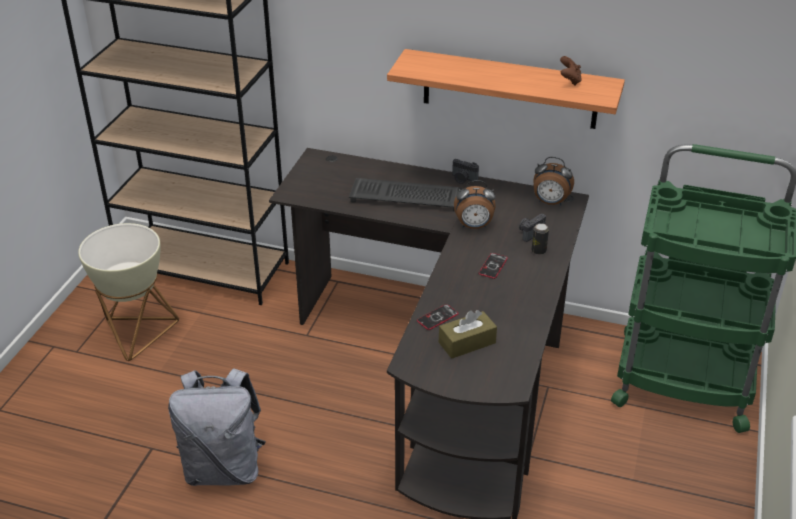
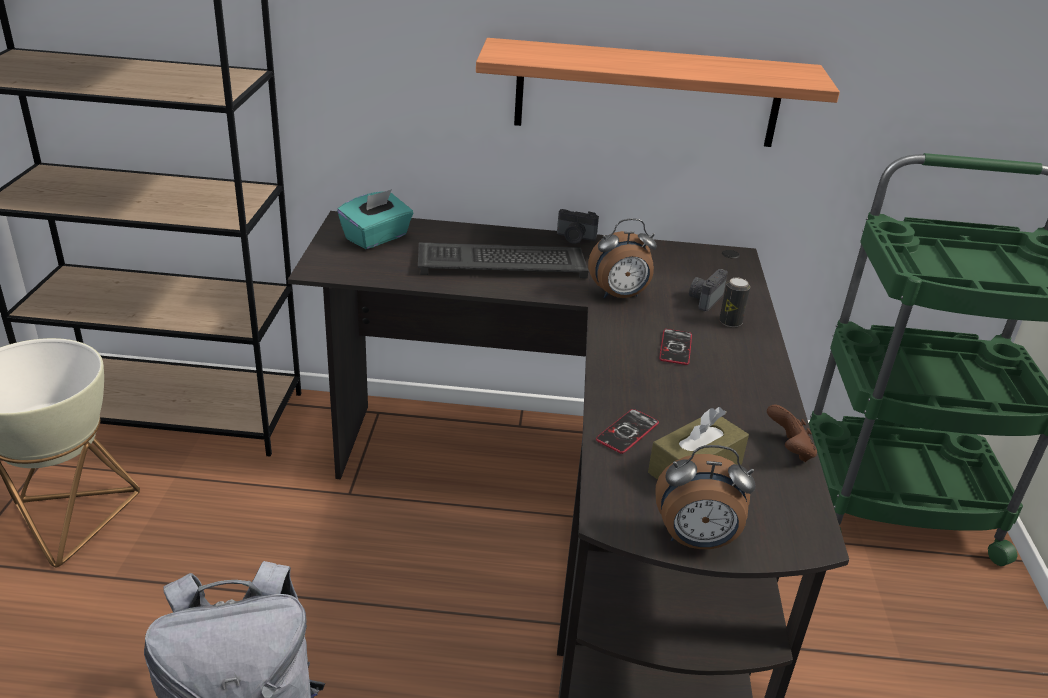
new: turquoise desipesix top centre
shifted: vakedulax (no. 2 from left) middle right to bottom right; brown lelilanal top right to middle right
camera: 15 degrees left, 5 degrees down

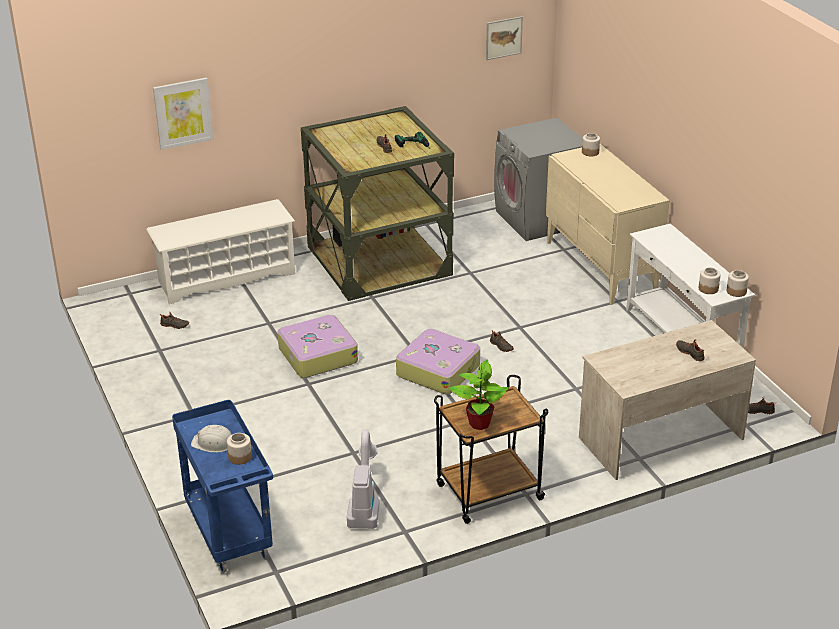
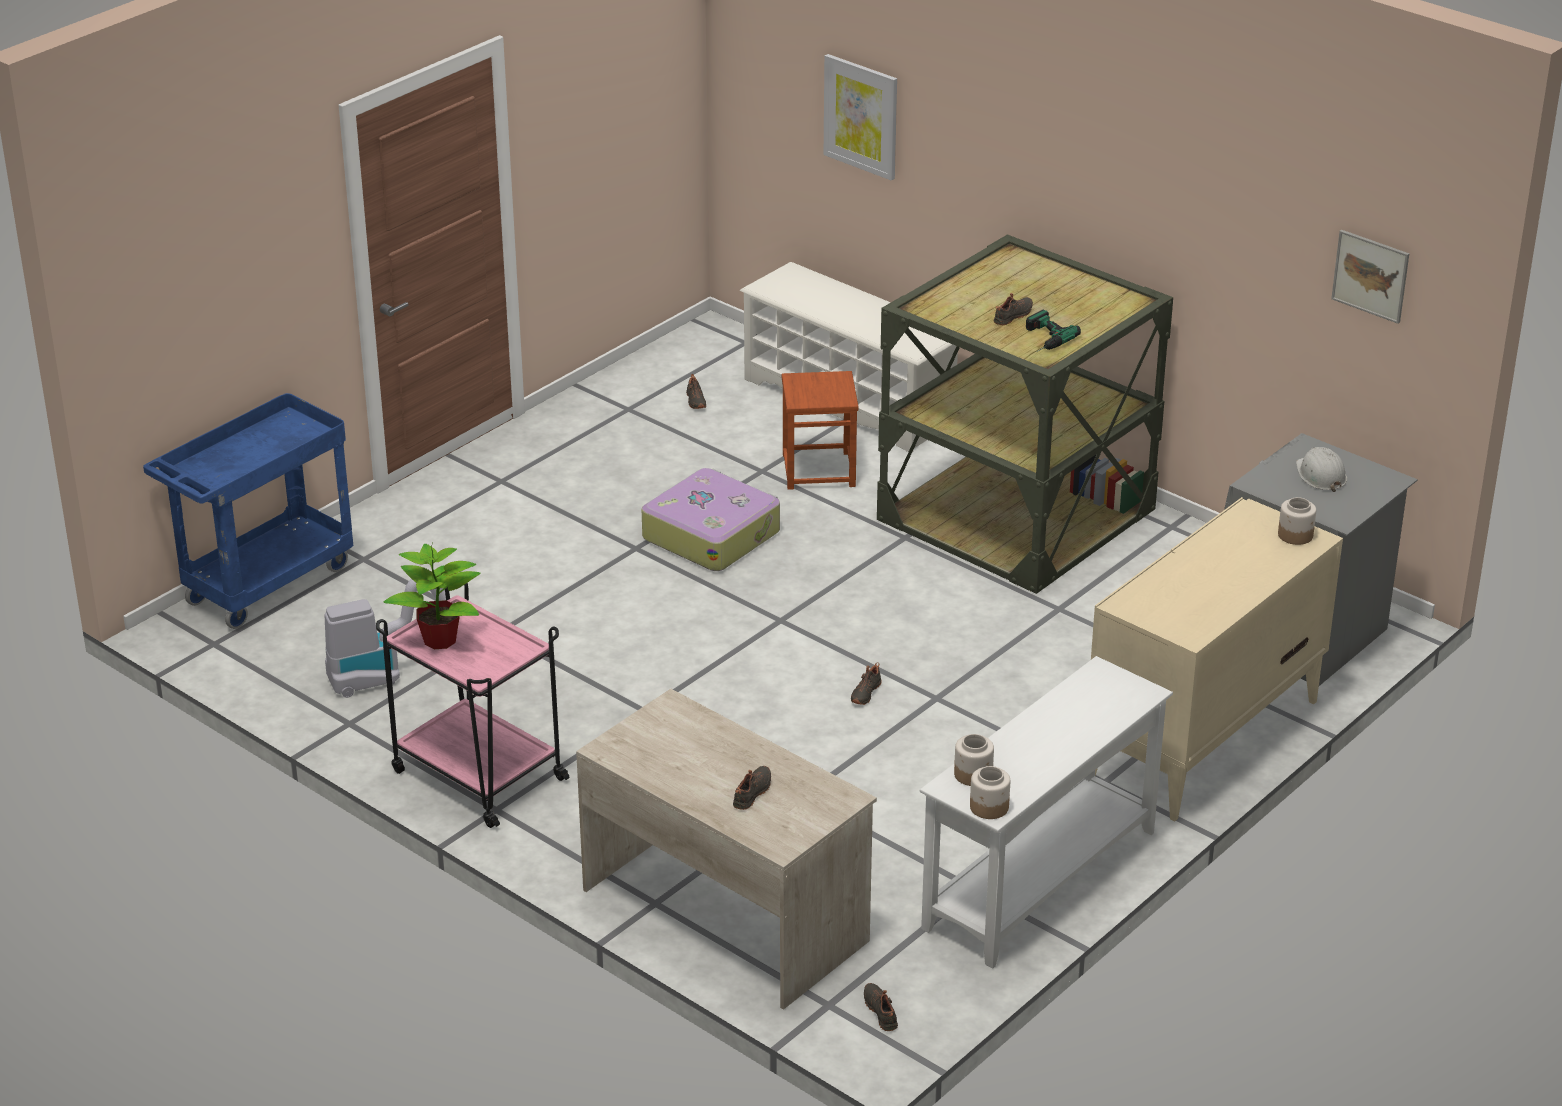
gone: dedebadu (no. 1 from left) bottom left; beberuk (no. 2 from left) centre
new: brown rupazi centre
shifted: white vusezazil bottom left to middle right
repainted: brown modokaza bottom centre to pink modokaza middle left
camera: 65 degrees right, 0 degrees up

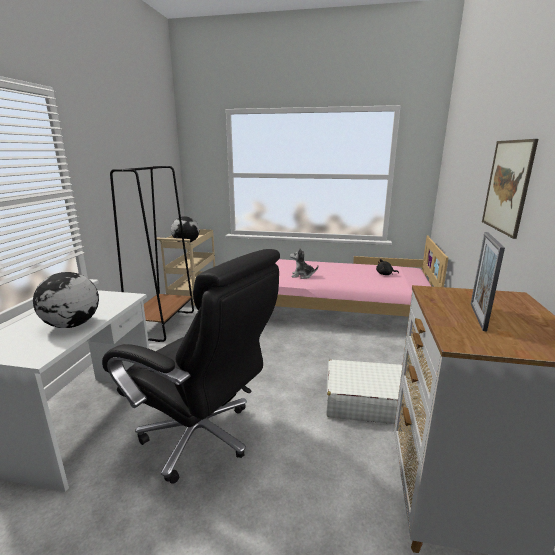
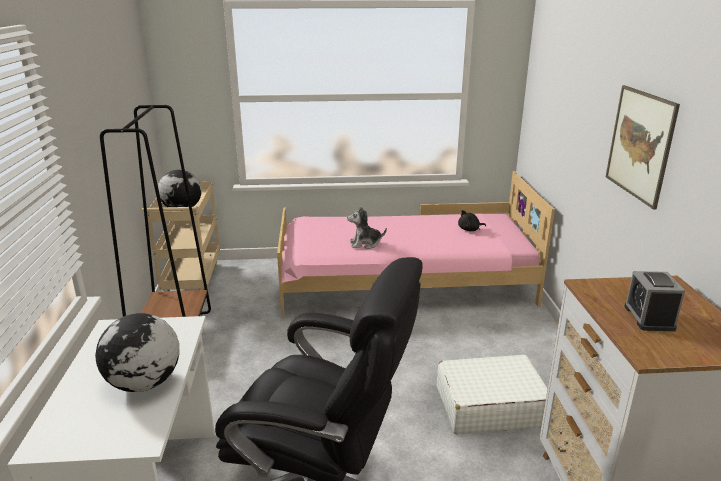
swapped: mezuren middle right to vakedulax middle right
camera: 15 degrees left, 5 degrees up

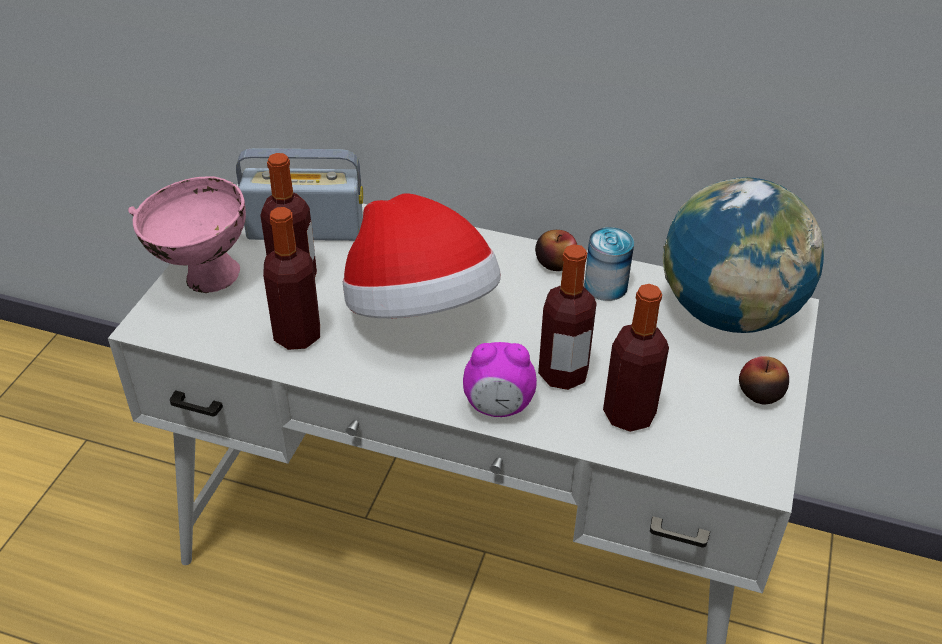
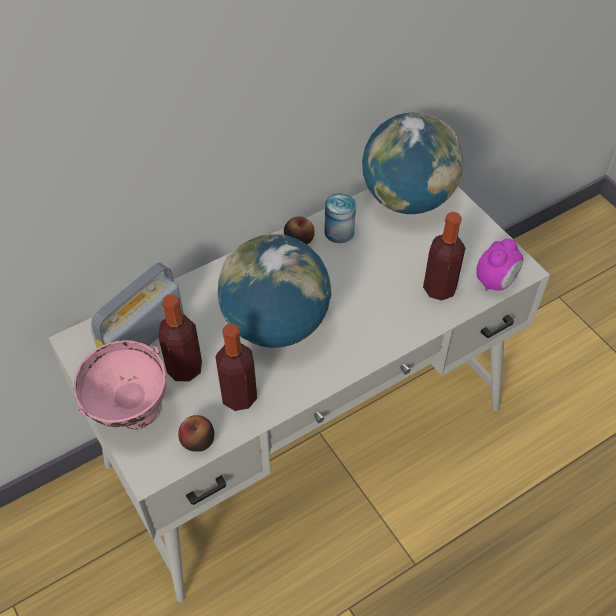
gone: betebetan (no. 3 from left) centre
shifted: vakedulax centre to middle right; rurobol (no. 2 from left in the first image) middle right to rurobol (no. 1 from left) bottom left
swapped: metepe centre to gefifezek (no. 1 from left) centre
camera: 50 degrees left, 10 degrees up

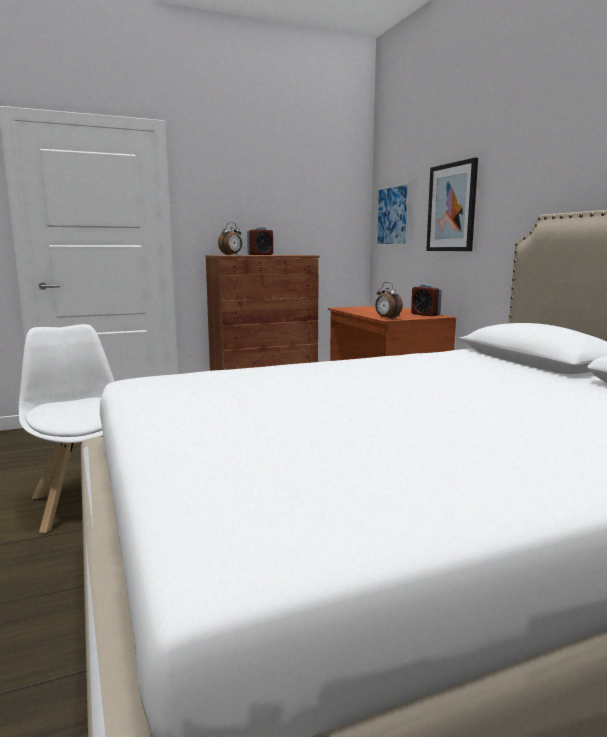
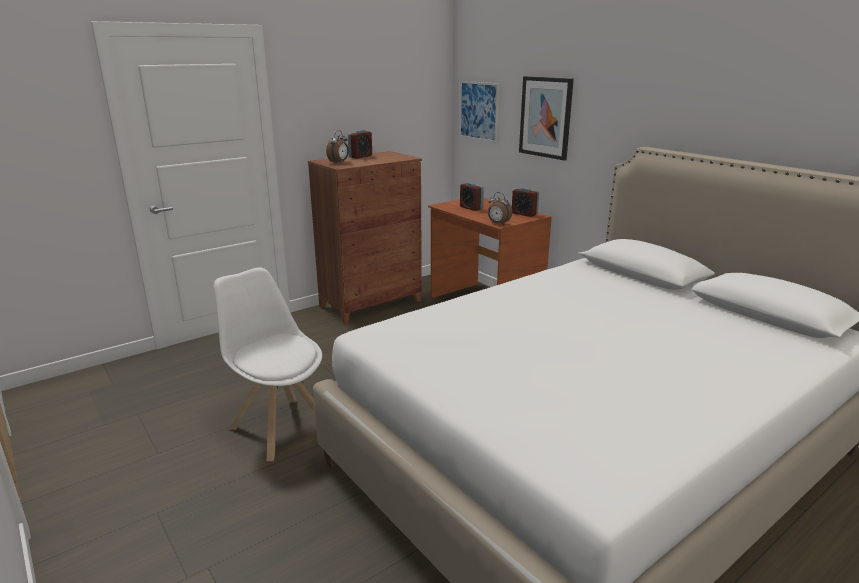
new: vakedulax (no. 3 from left) centre
camera: 15 degrees left, 10 degrees up

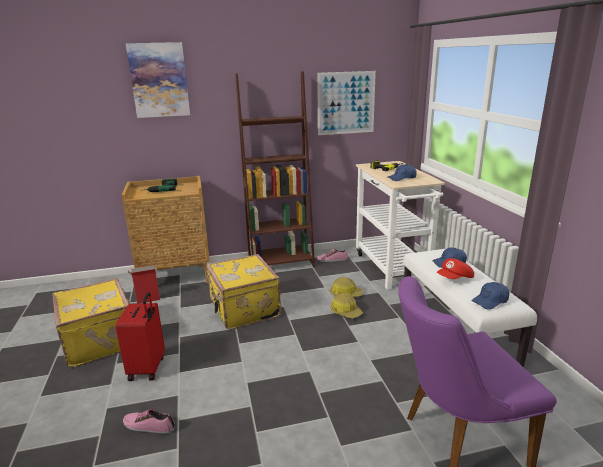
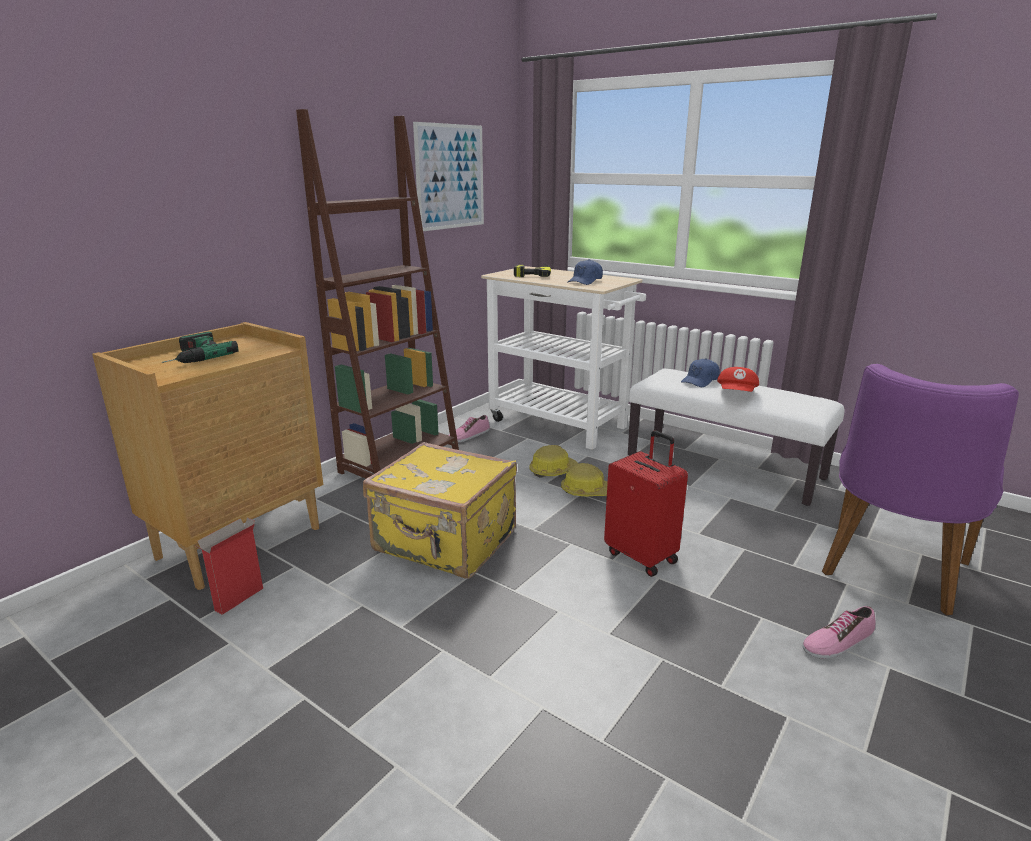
gone: yellow beberuk (no. 1 from left) bottom left; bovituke (no. 1 from left) top left; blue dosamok (no. 3 from left) middle right
shifted: red beberuk bottom left to centre; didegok (no. 1 from left in the first image) bottom left to didegok (no. 2 from left) bottom right
camera: 40 degrees left, 0 degrees up

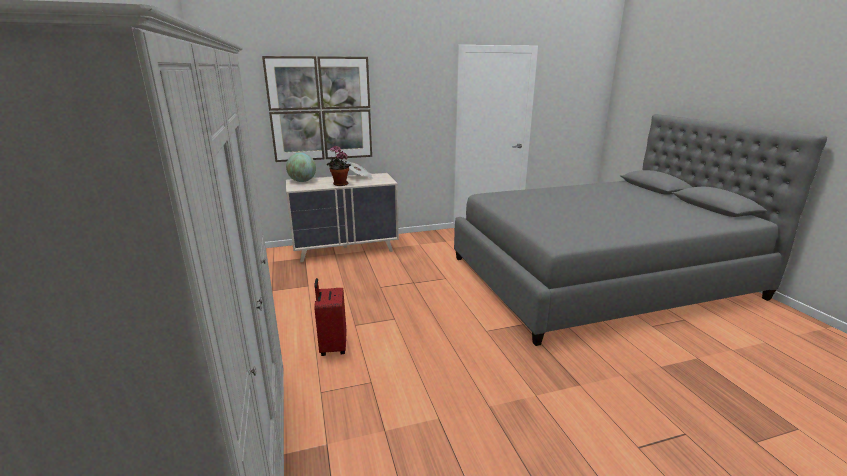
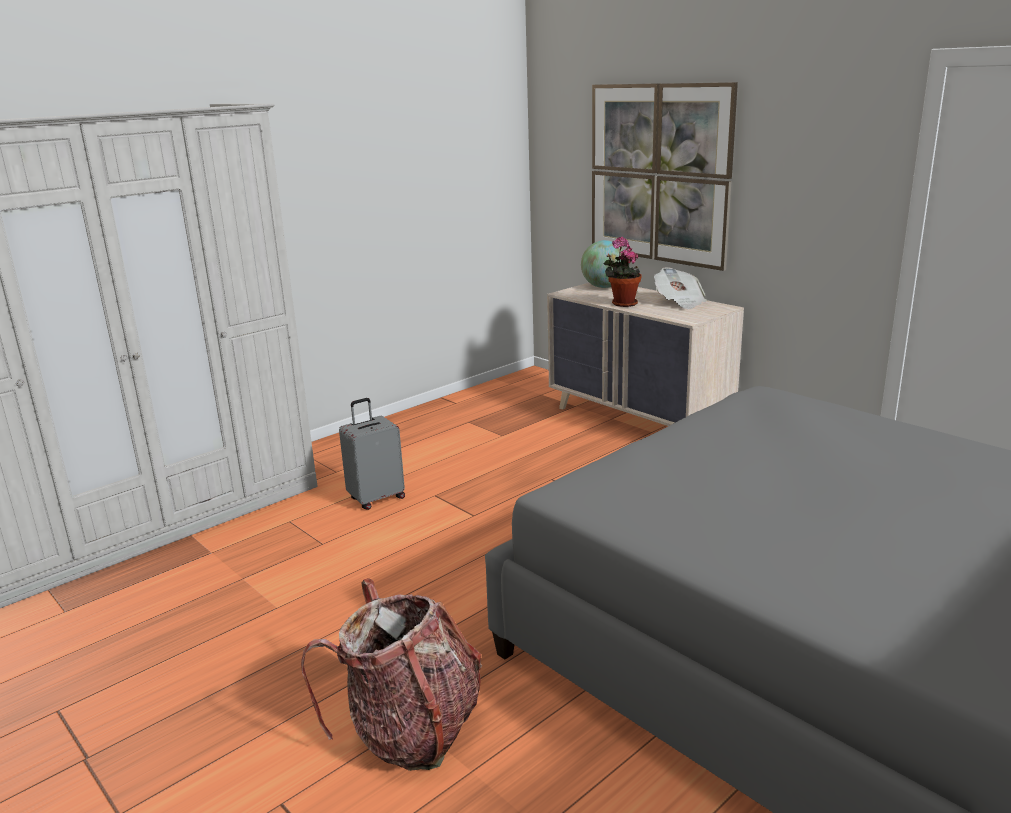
new: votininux bottom centre
repainted: red beberuk centre to grey beberuk centre
camera: 65 degrees right, 0 degrees up

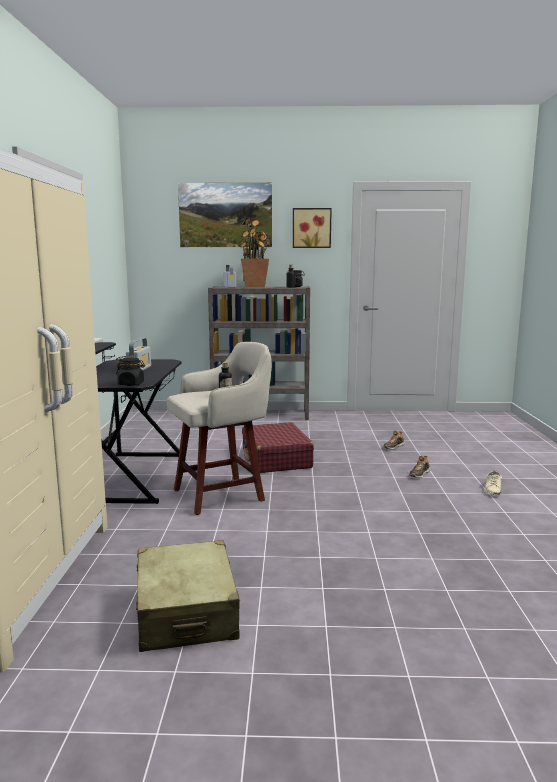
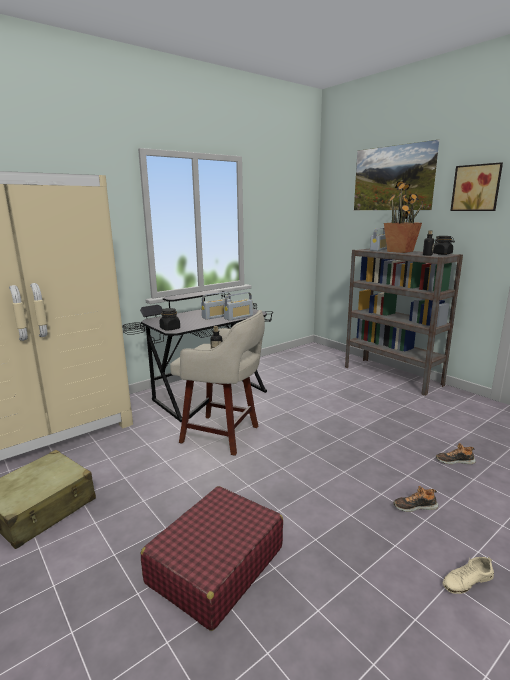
new: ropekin (no. 2 from left) centre
shifted: red beberuk centre to bottom centre
camera: 50 degrees right, 5 degrees up

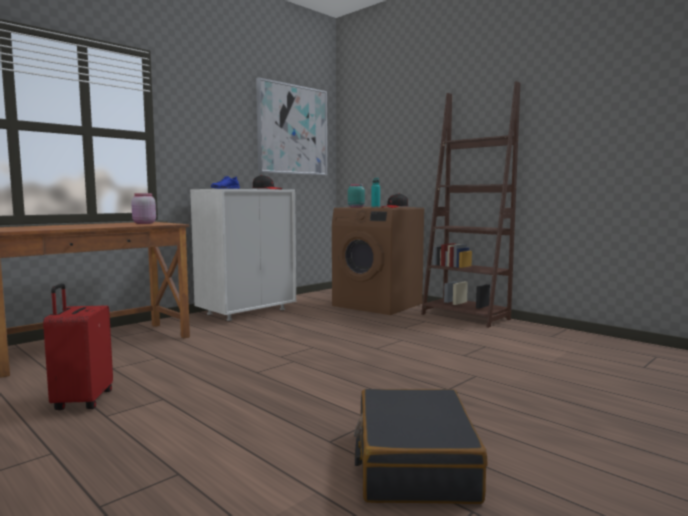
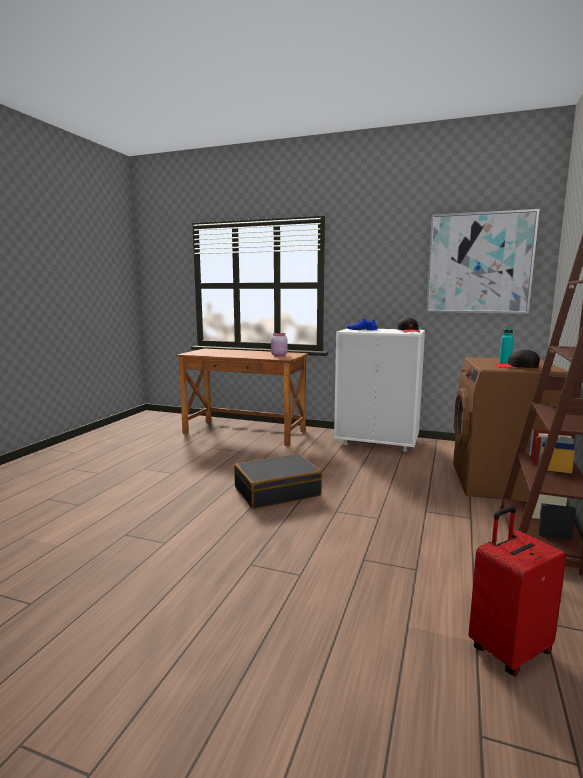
gone: turquoise dedebadu centre
shifted: red beberuk bottom left to bottom right; black beberuk bottom centre to centre
camera: 65 degrees right, 5 degrees up

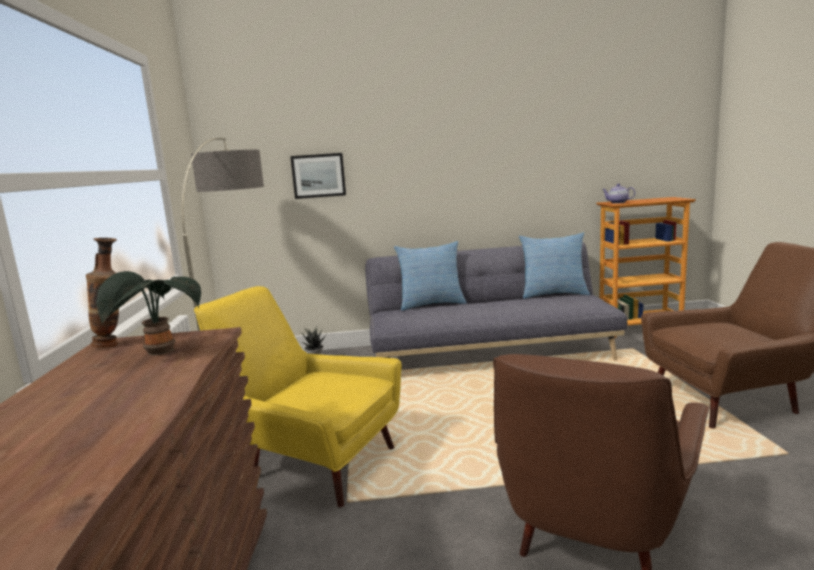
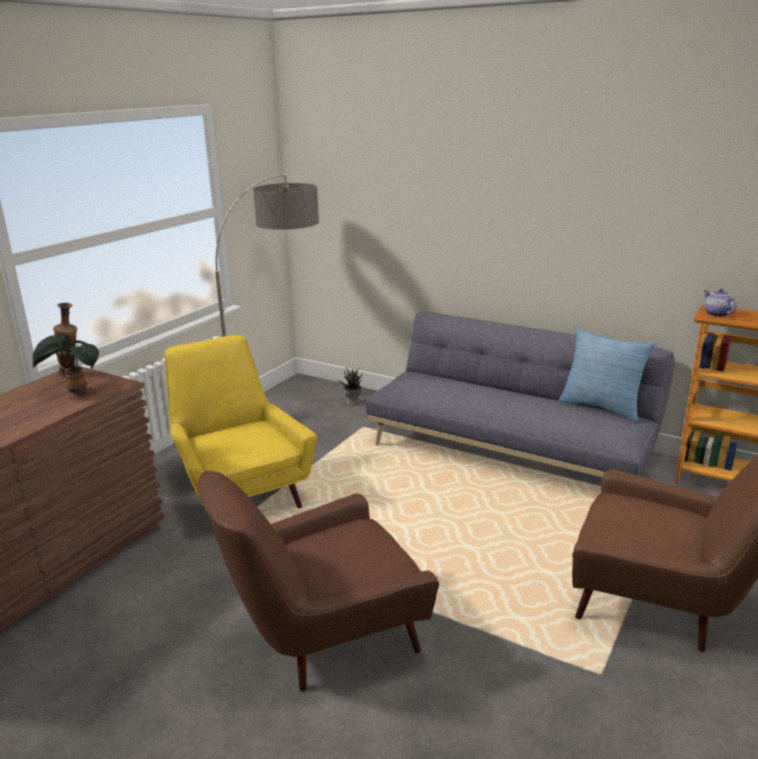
gone: bovituke top centre; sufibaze (no. 1 from left) centre
camera: 35 degrees right, 10 degrees up

